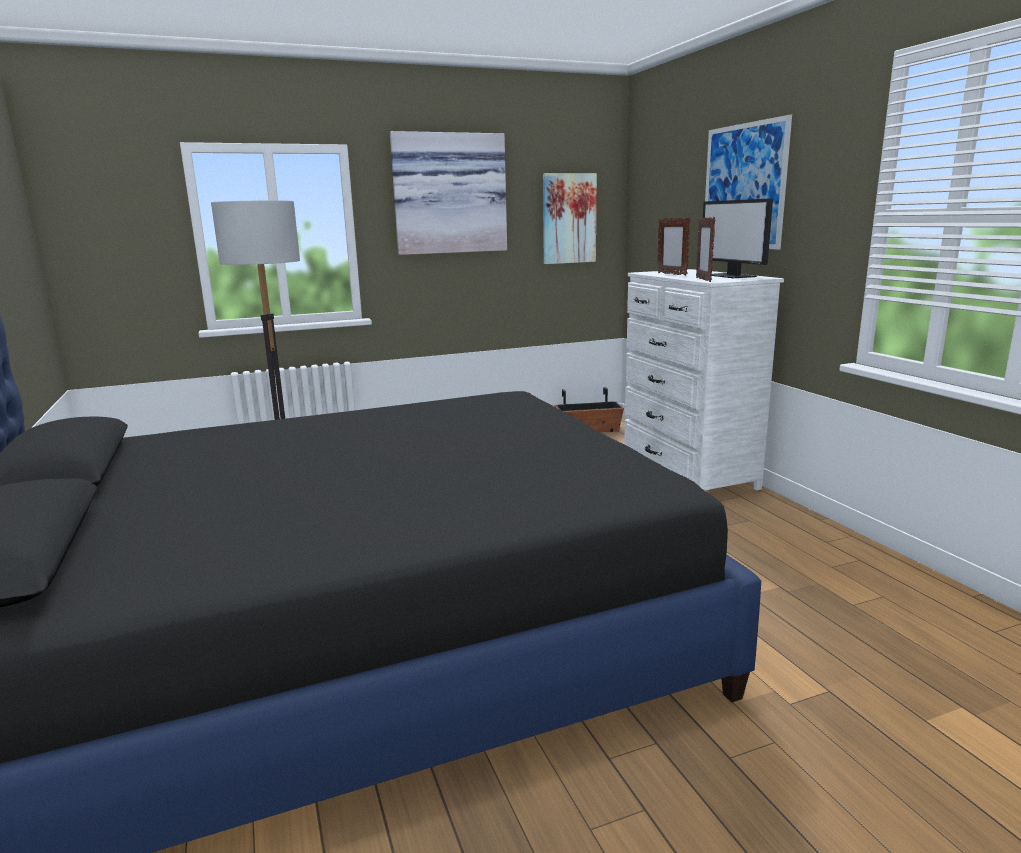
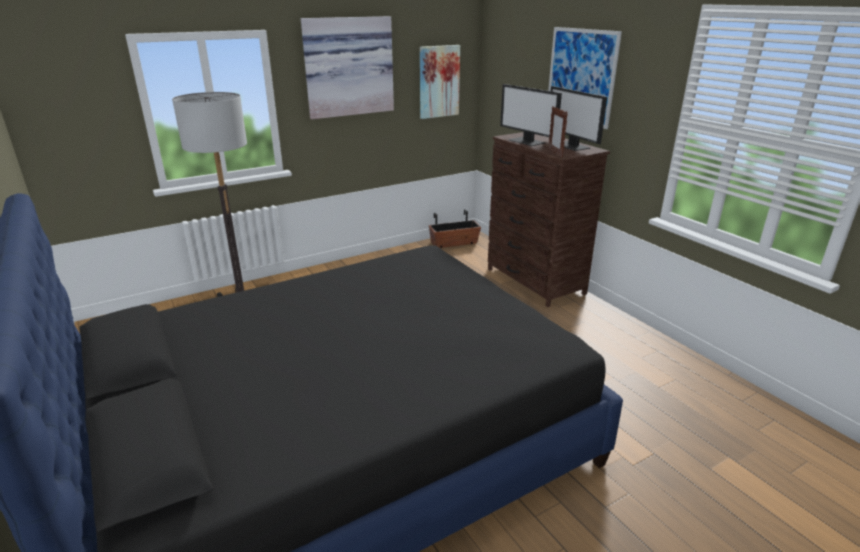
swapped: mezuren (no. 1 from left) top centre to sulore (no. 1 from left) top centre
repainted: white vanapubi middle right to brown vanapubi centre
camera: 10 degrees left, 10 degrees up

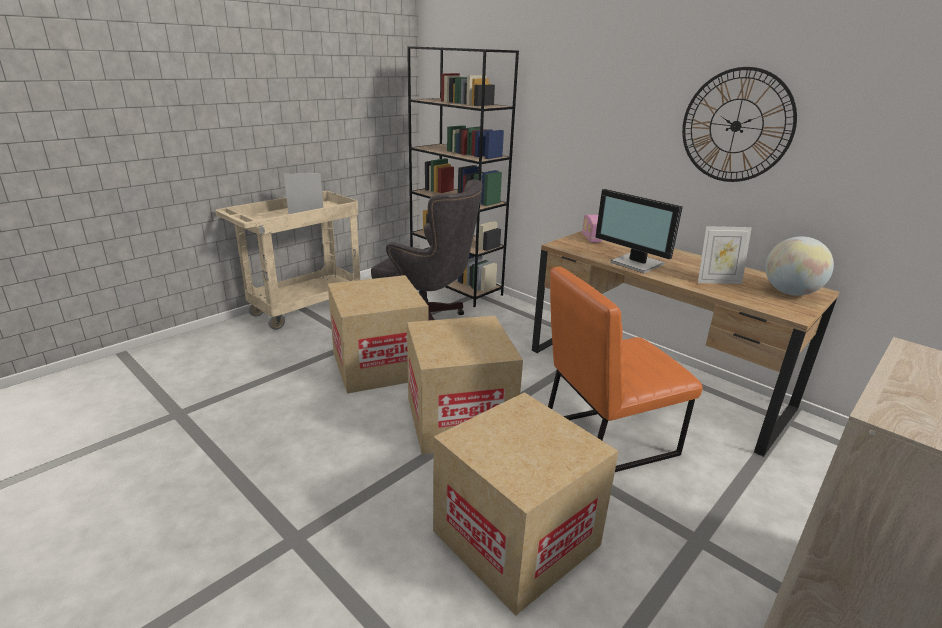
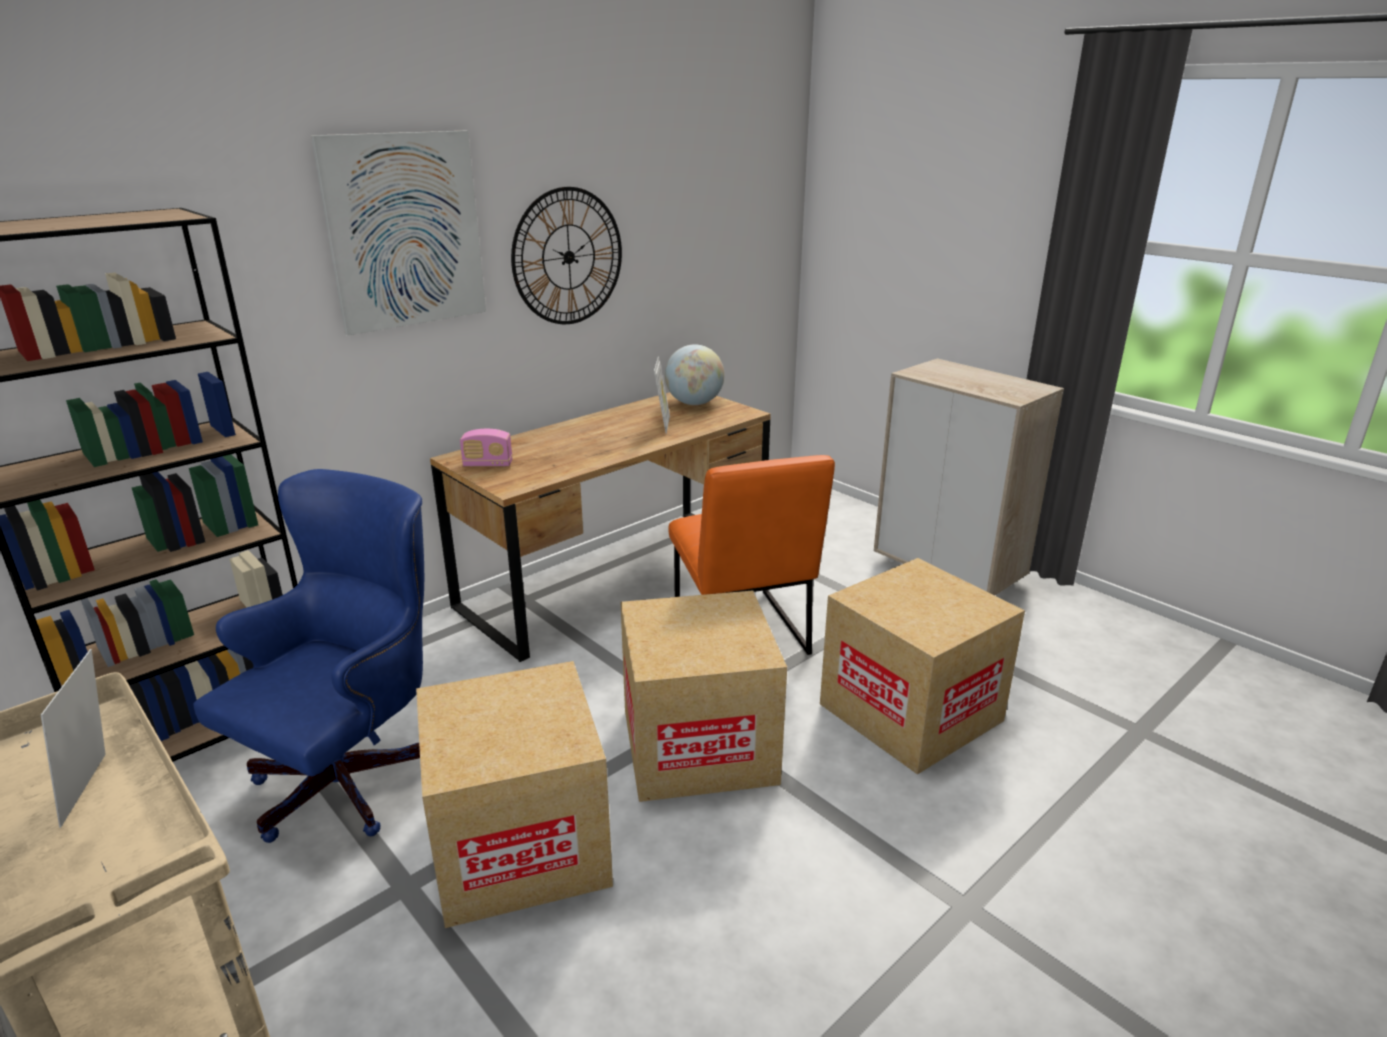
gone: sulore middle right
new: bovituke top left
repainted: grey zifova centre to blue zifova middle left
camera: 85 degrees left, 0 degrees up

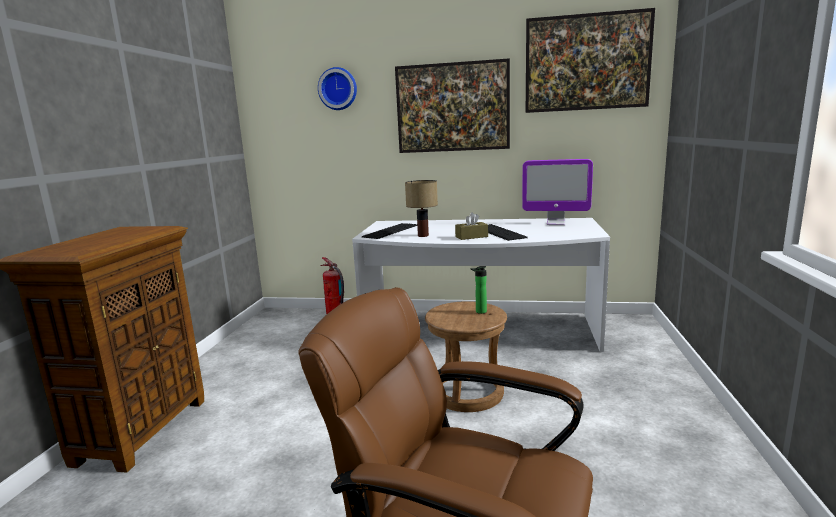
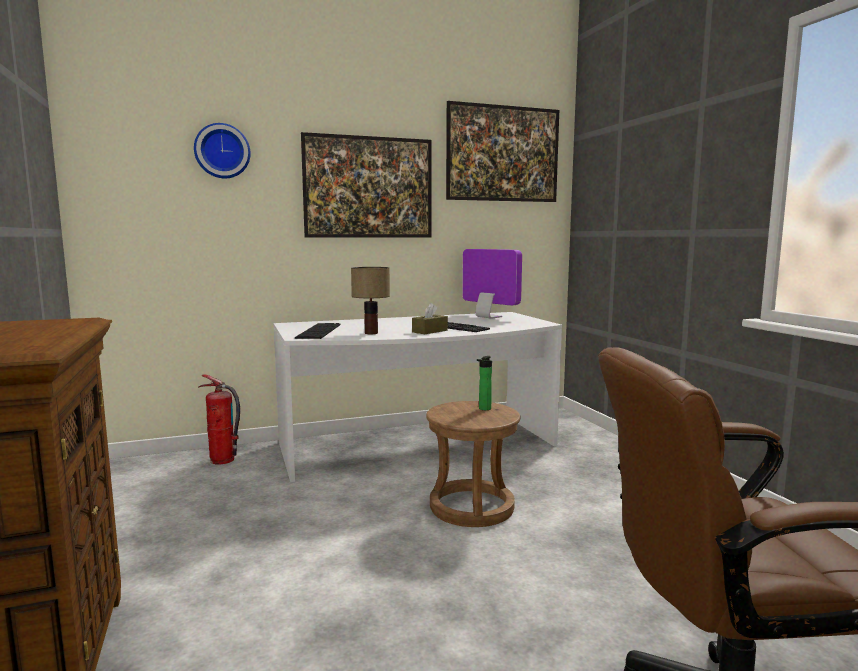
rotated: sulore centre = centre 120 degrees counterclockwise
camera: 30 degrees left, 5 degrees down

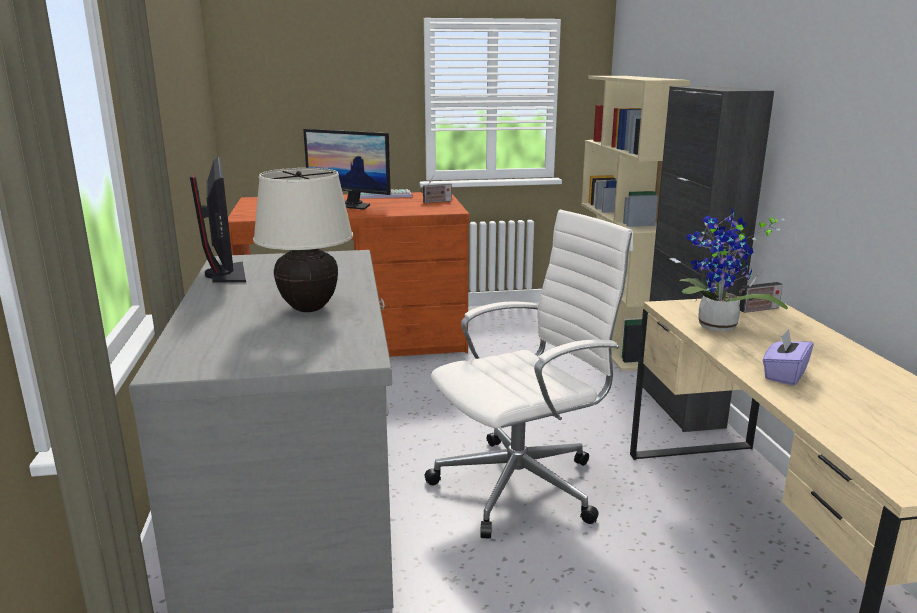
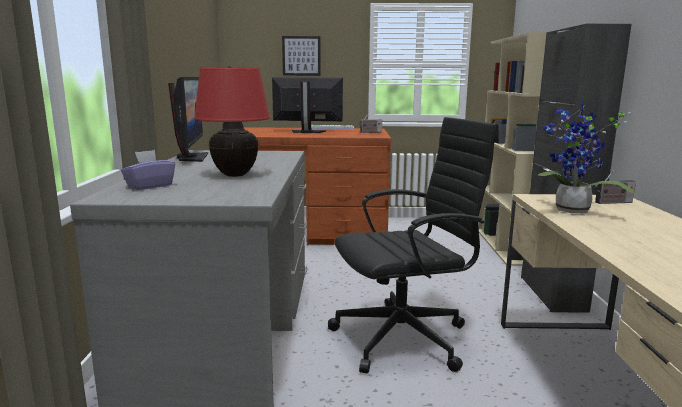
new: bovituke top centre
shifted: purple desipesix middle right to middle left
repainted: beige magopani middle left to red magopani top centre; white zifova centre to black zifova centre
rotated: sulore (no. 2 from left) top centre = top centre 150 degrees clockwise
camera: 10 degrees right, 5 degrees down

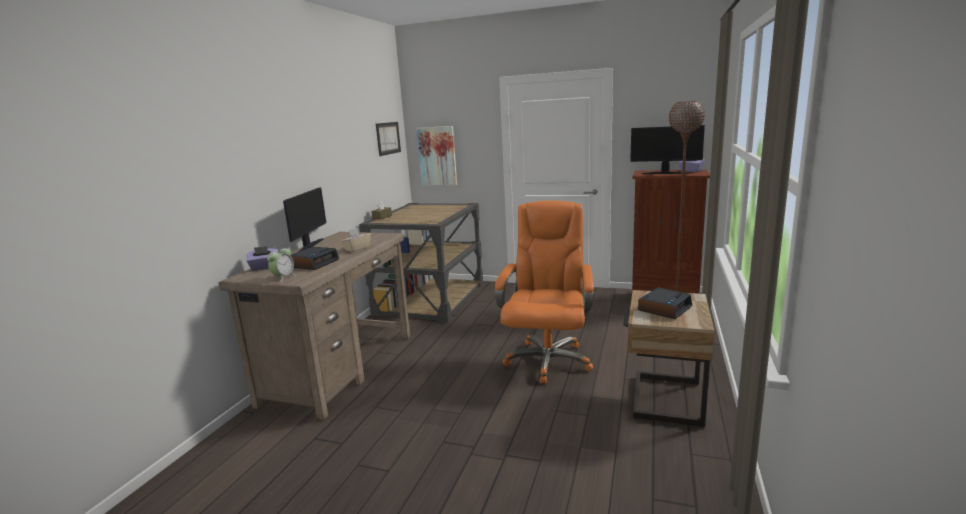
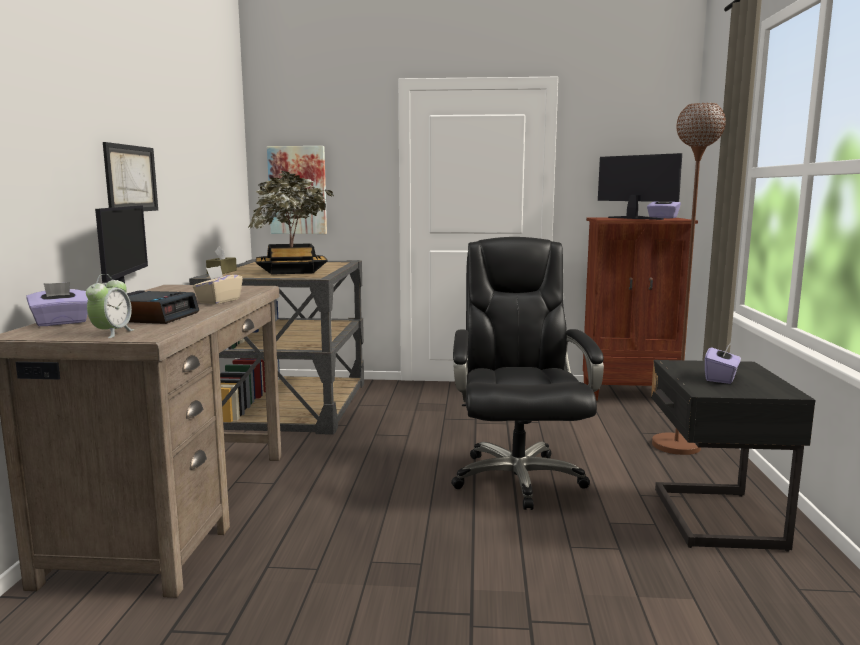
new: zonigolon centre
shifted: bovituke (no. 1 from left) top centre to top left
swapped: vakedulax (no. 3 from left) middle right to purple desipesix (no. 3 from left) middle right
repainted: orange zifova centre to black zifova centre; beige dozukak bottom right to black dozukak bottom right
rotated: sulore (no. 2 from left) top right = top right 135 degrees counterclockwise
camera: 15 degrees left, 5 degrees down

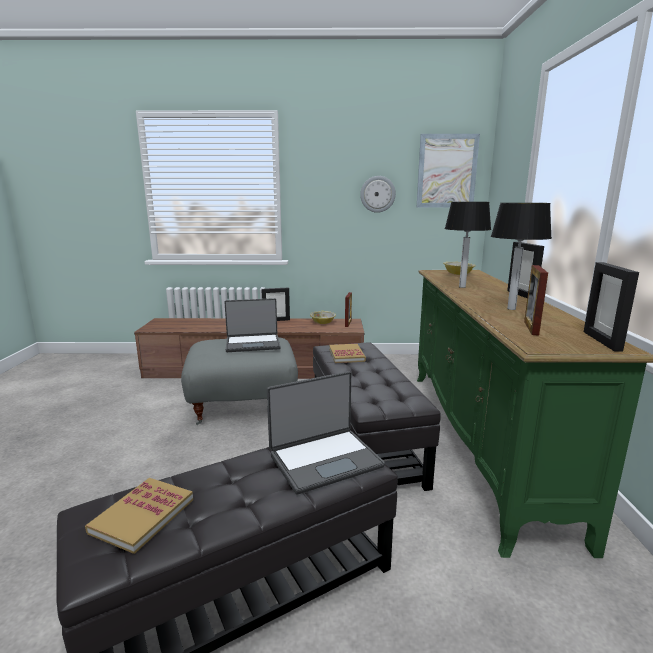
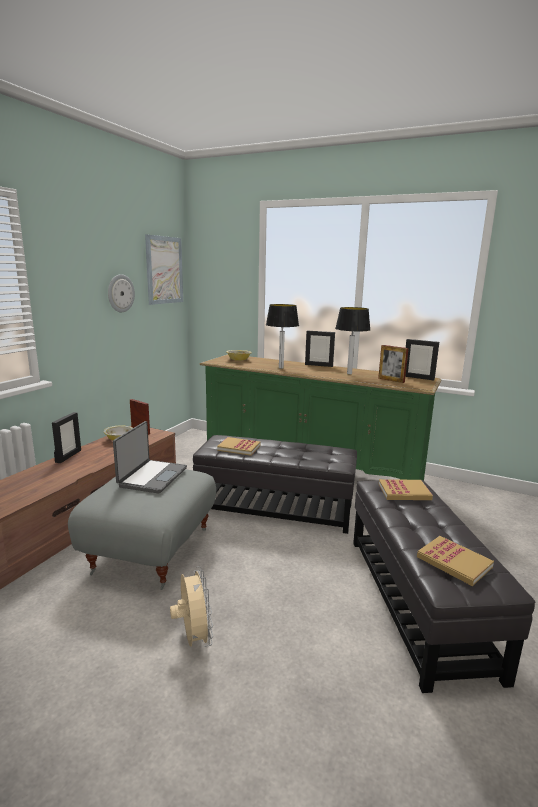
new: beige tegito bottom centre
swapped: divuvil (no. 2 from left) centre to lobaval (no. 2 from left) middle right
camera: 65 degrees left, 0 degrees up

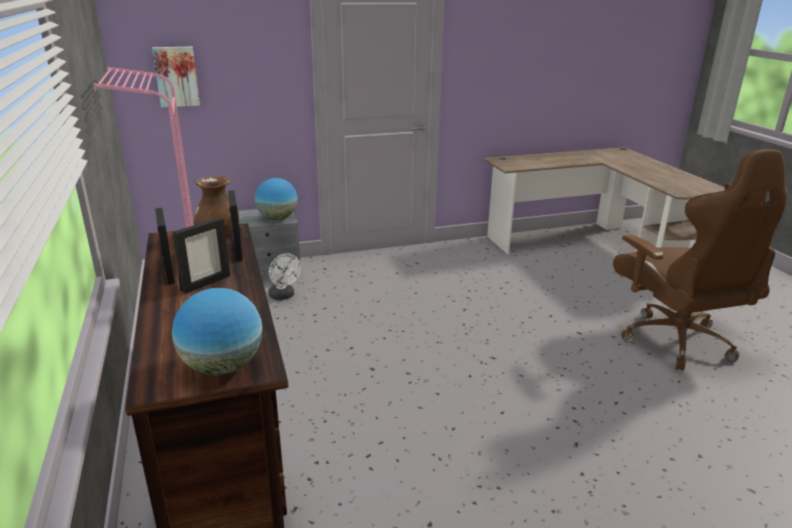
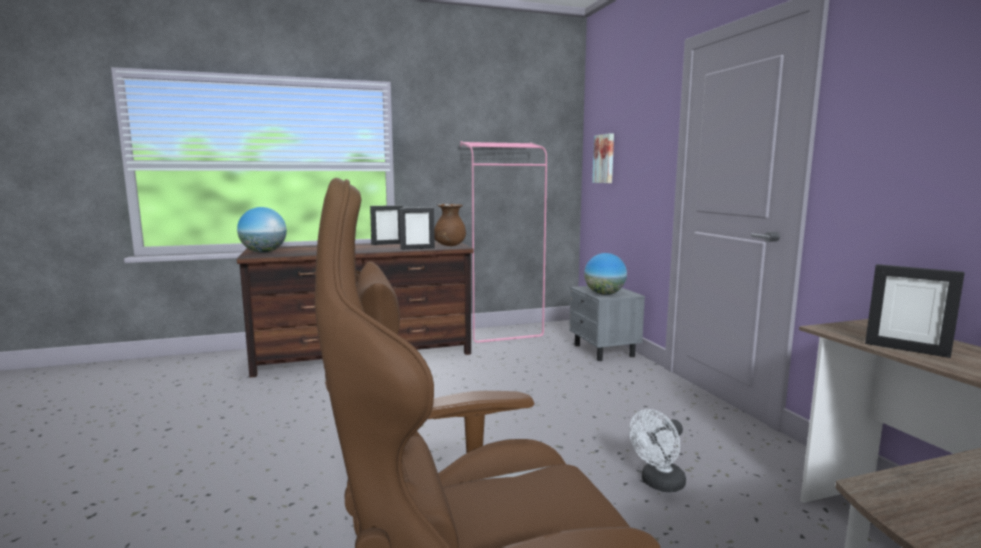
shifted: mezuren (no. 2 from left in the first image) middle left to mezuren (no. 3 from left) middle right; white tegito centre to bottom right
camera: 90 degrees right, 15 degrees down

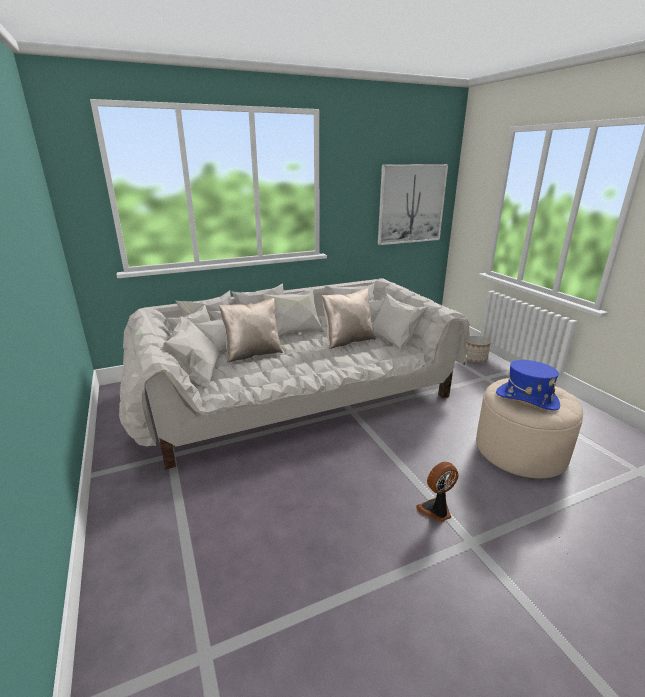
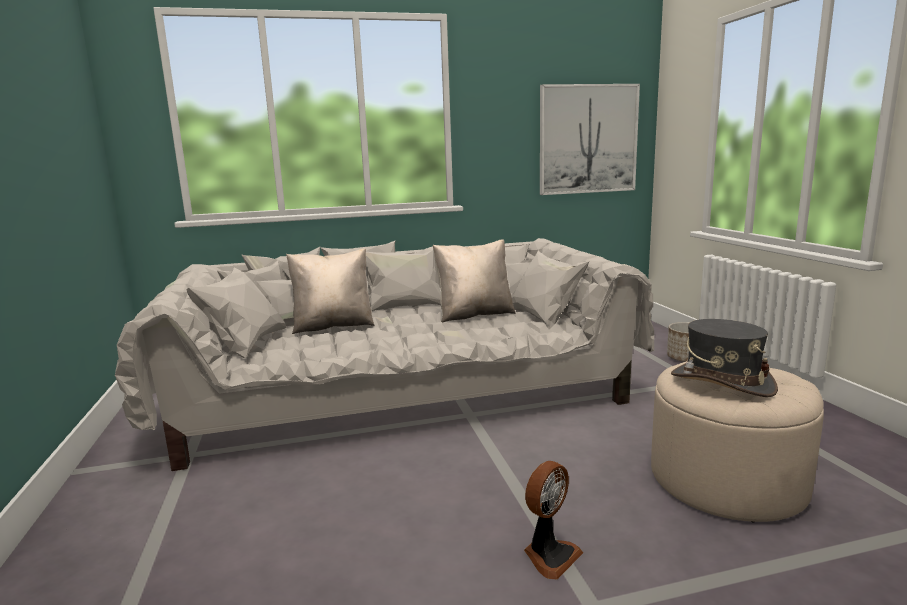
repainted: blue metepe middle right to grey metepe middle right
rotated: tegito bottom right = bottom centre 150 degrees clockwise
camera: 10 degrees right, 10 degrees down

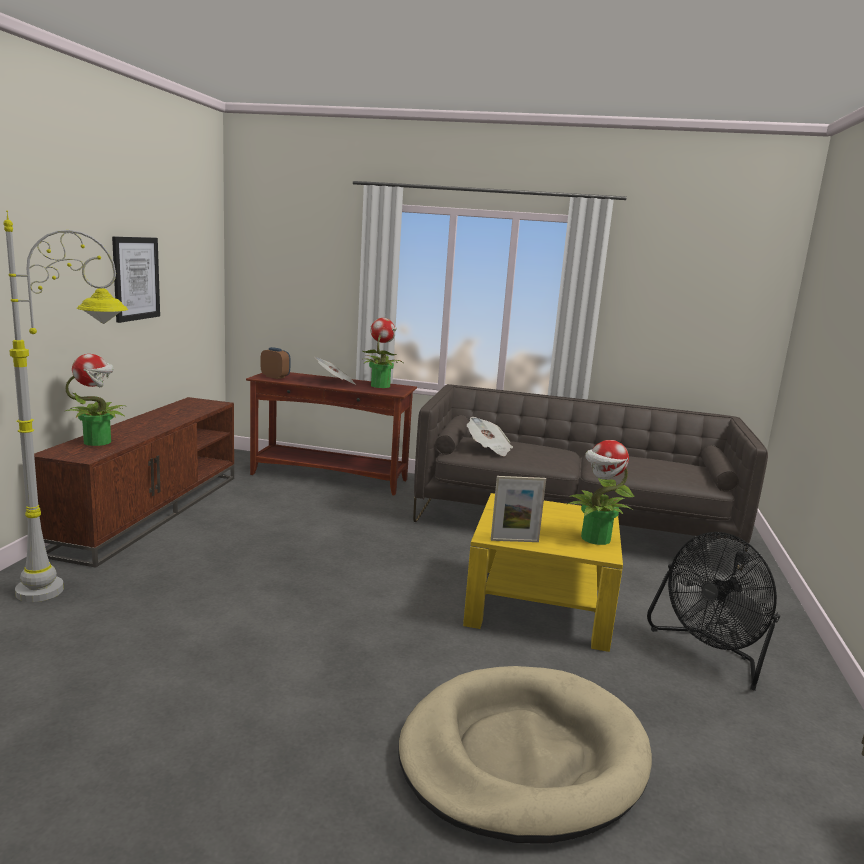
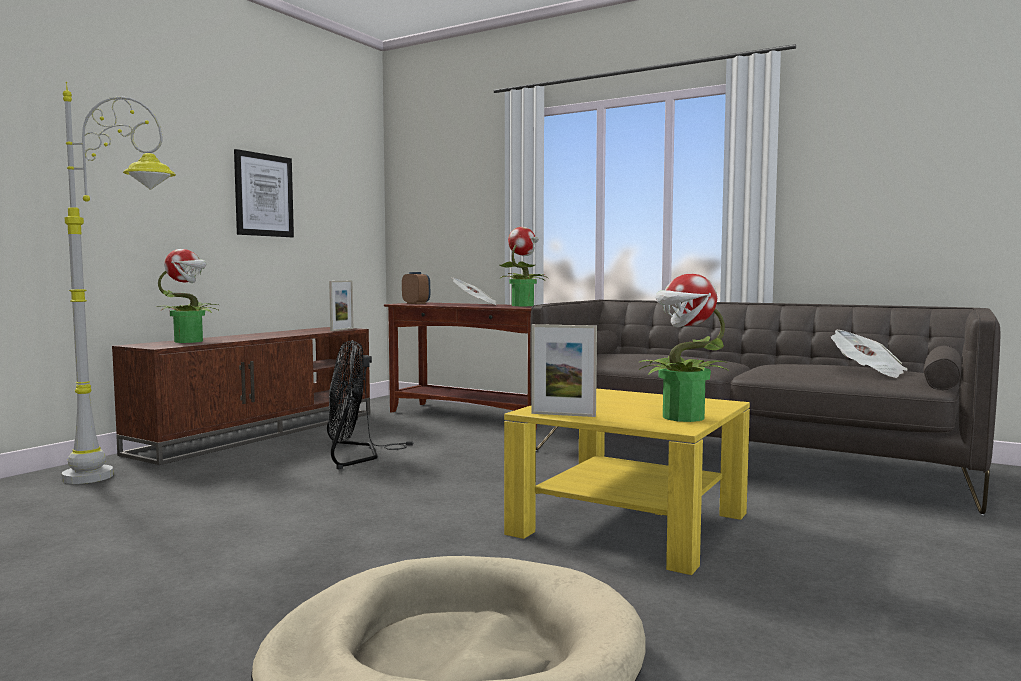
new: mezuren (no. 1 from left) centre
shifted: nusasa (no. 2 from left) centre to middle right; black tegito bottom right to centre
camera: 20 degrees right, 10 degrees down

